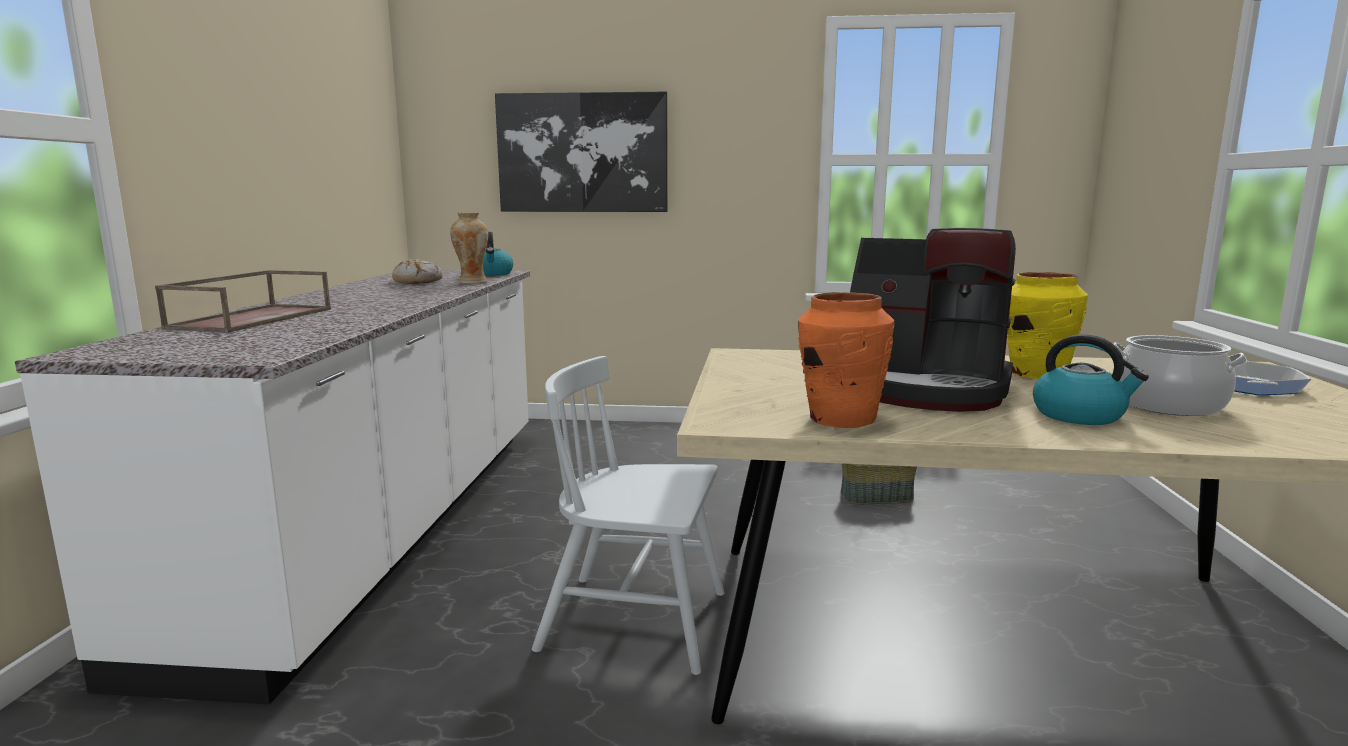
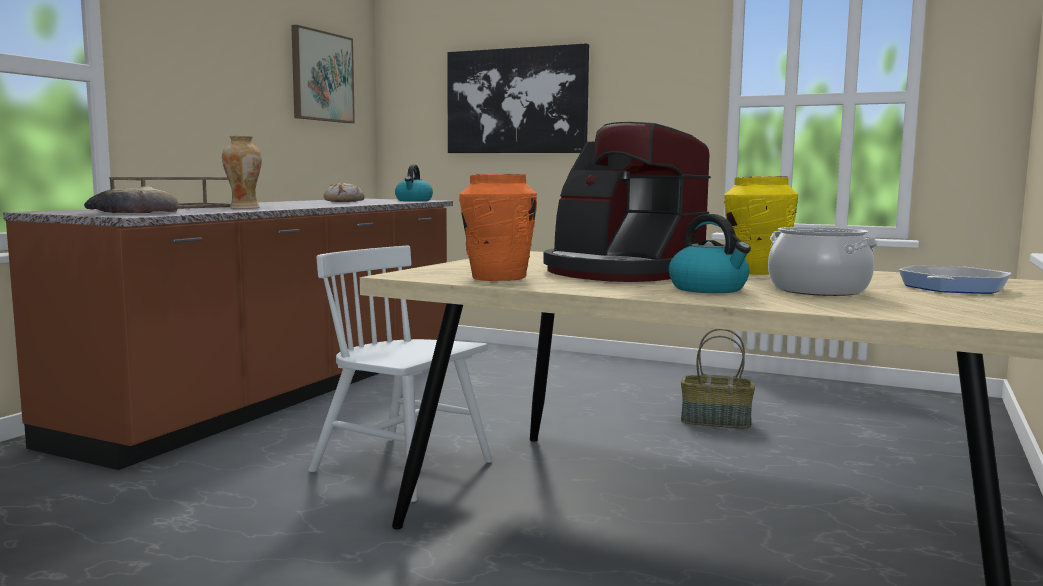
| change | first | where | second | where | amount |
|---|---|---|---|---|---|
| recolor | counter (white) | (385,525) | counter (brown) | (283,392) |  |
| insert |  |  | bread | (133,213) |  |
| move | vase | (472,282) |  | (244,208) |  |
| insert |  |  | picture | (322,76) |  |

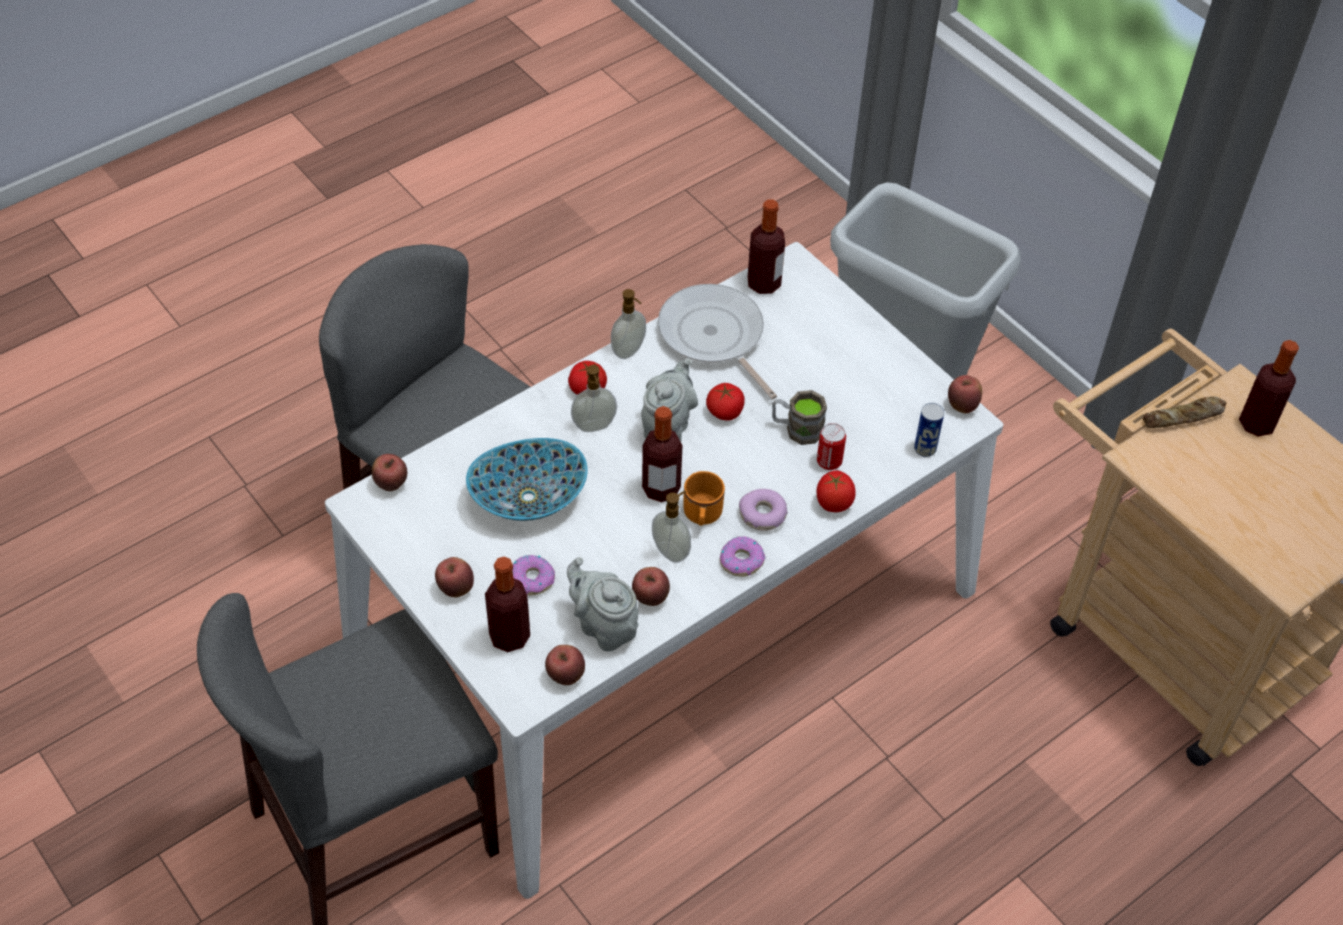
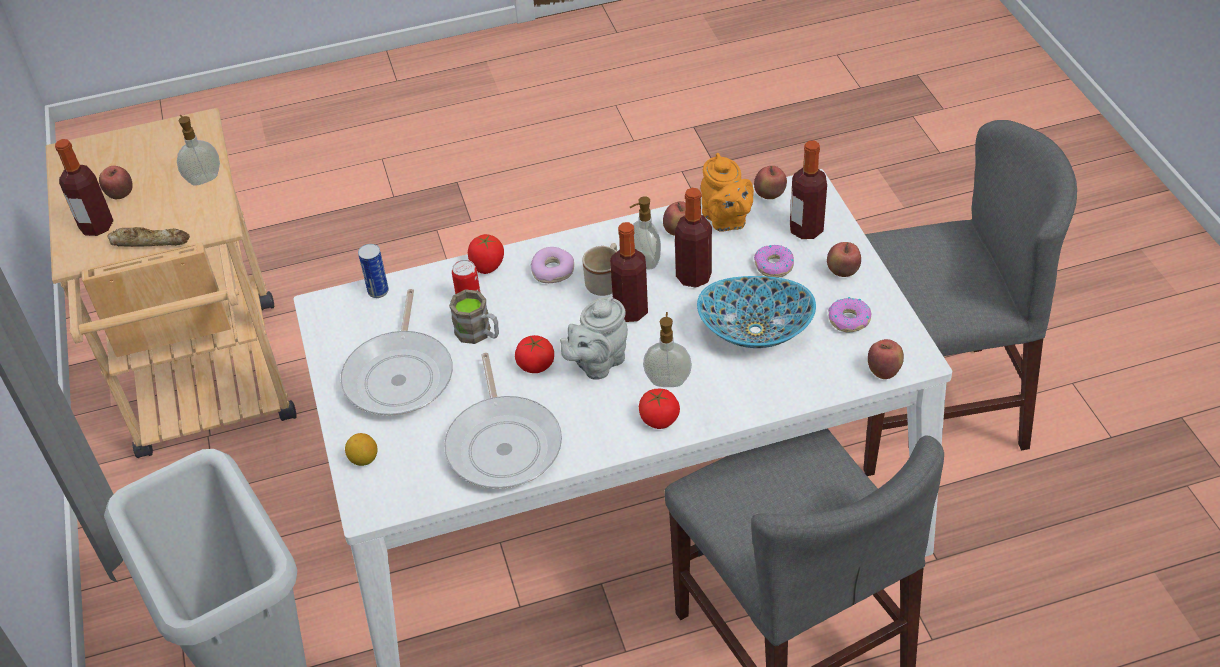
| change | first | where | second | where | amount |
|---|---|---|---|---|---|
| move | apple | (962,406) |  | (121,195) |  |
| move | soap dispenser | (629,351) |  | (203,178) |  |
| insert |  |  | frying pan | (400,375) |  |
| insert |  |  | lemon | (364,459) |  |
| recolor | mug (orange) | (702,516) | mug (beige) | (606,281) |  |
| move | bottle | (764,283) |  | (693,276) |  |
| recolor | teapot (grey) | (604,626) | teapot (orange) | (726,220) |  |
| move | donut | (741,561) |  | (849,320) |  |

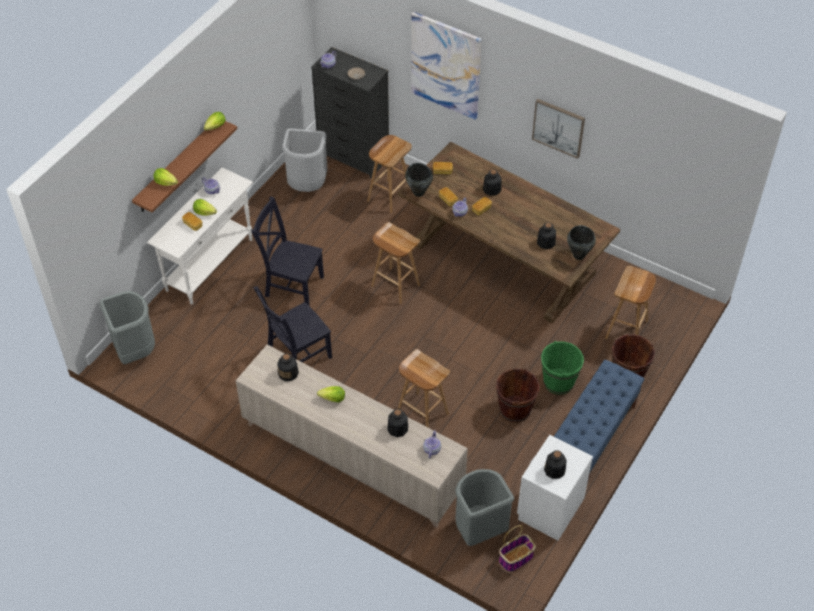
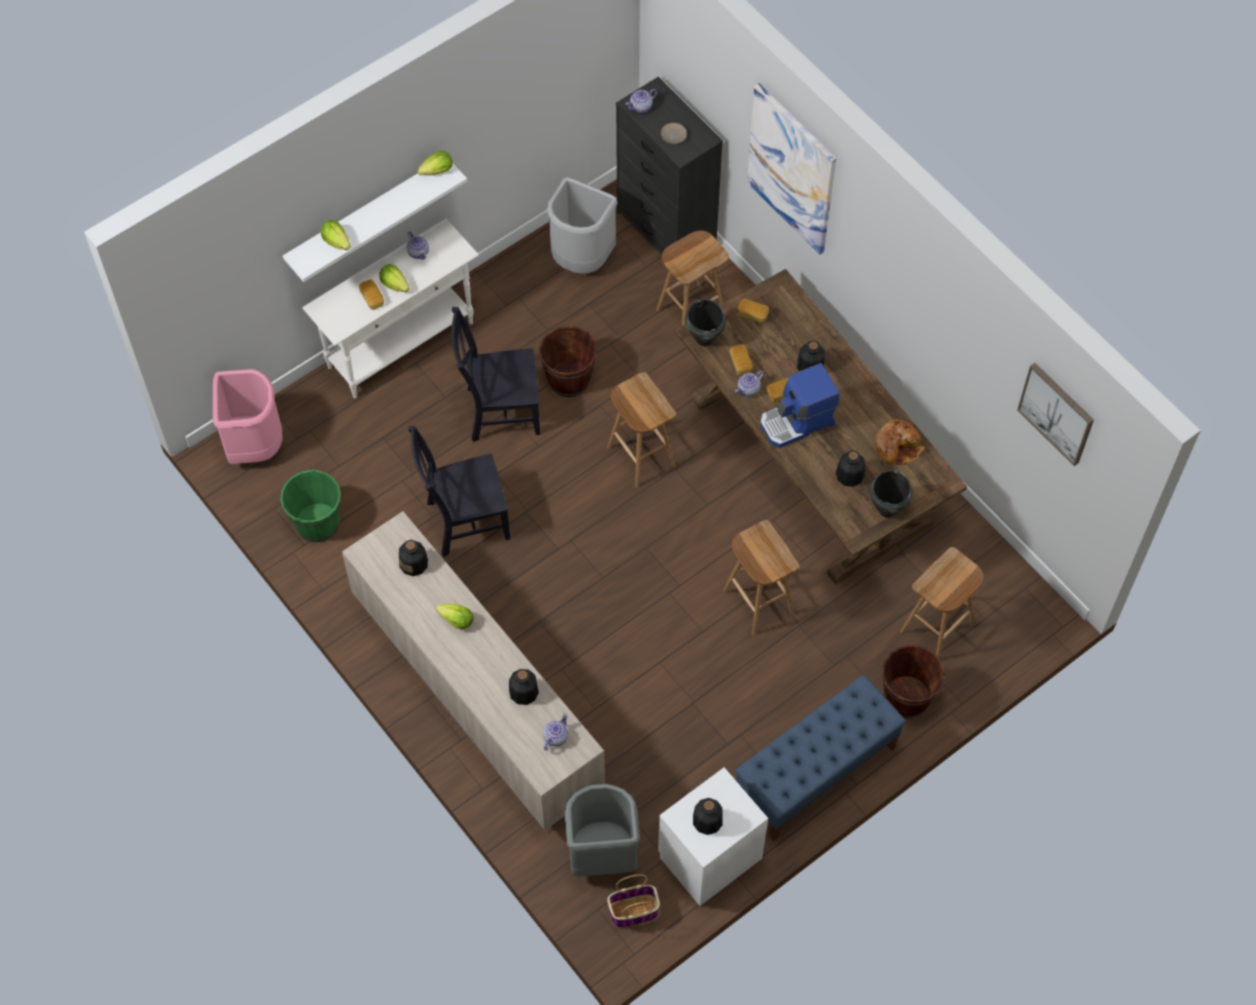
| change | first | where | second | where | amount |
|---|---|---|---|---|---|
| recolor | trash can (grey) | (135,352) | trash can (pink) | (255,447) |  |
| move | bucket (green) | (558,382) |  | (317,523) |  |
| recolor | shelf (brown) | (177,166) | shelf (white) | (367,215) |  |
| rotate | chair (black) | (292,285) |  | (499,411) | 45 degrees counterclockwise |
| move | bucket (brown) | (515,409) |  | (569,379) |  |
| move | stool (brown) | (421,414) |  | (757,601) |  |
| insert |  |  | coffee machine | (797,422) |  |
| insert |  |  | bread | (897,446) |  |
| move | picture | (558,127) |  | (1057,413) |  |

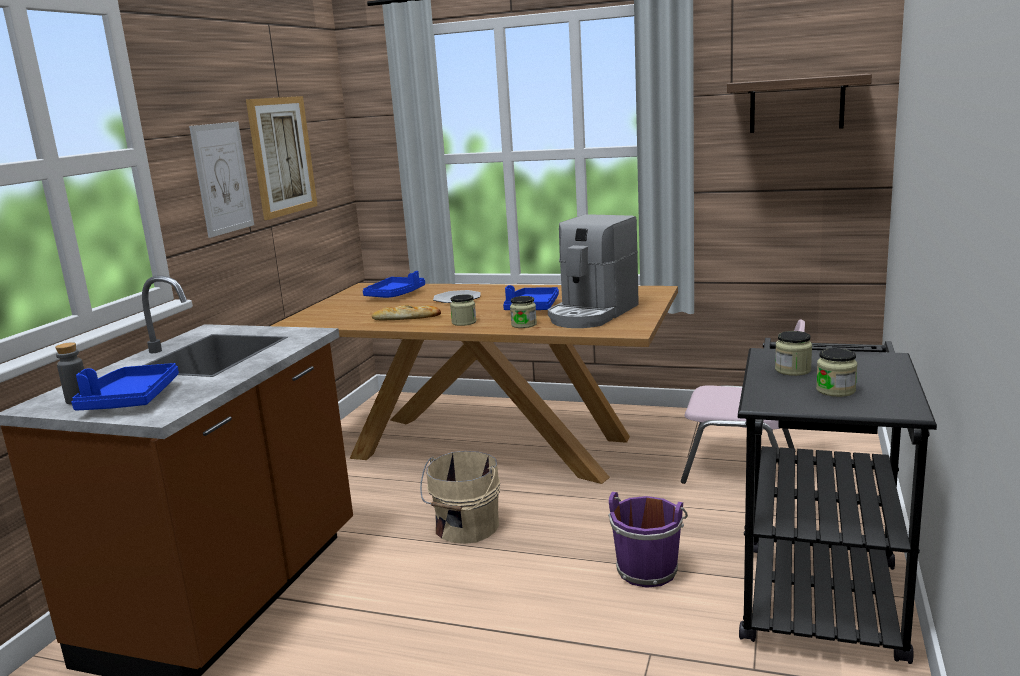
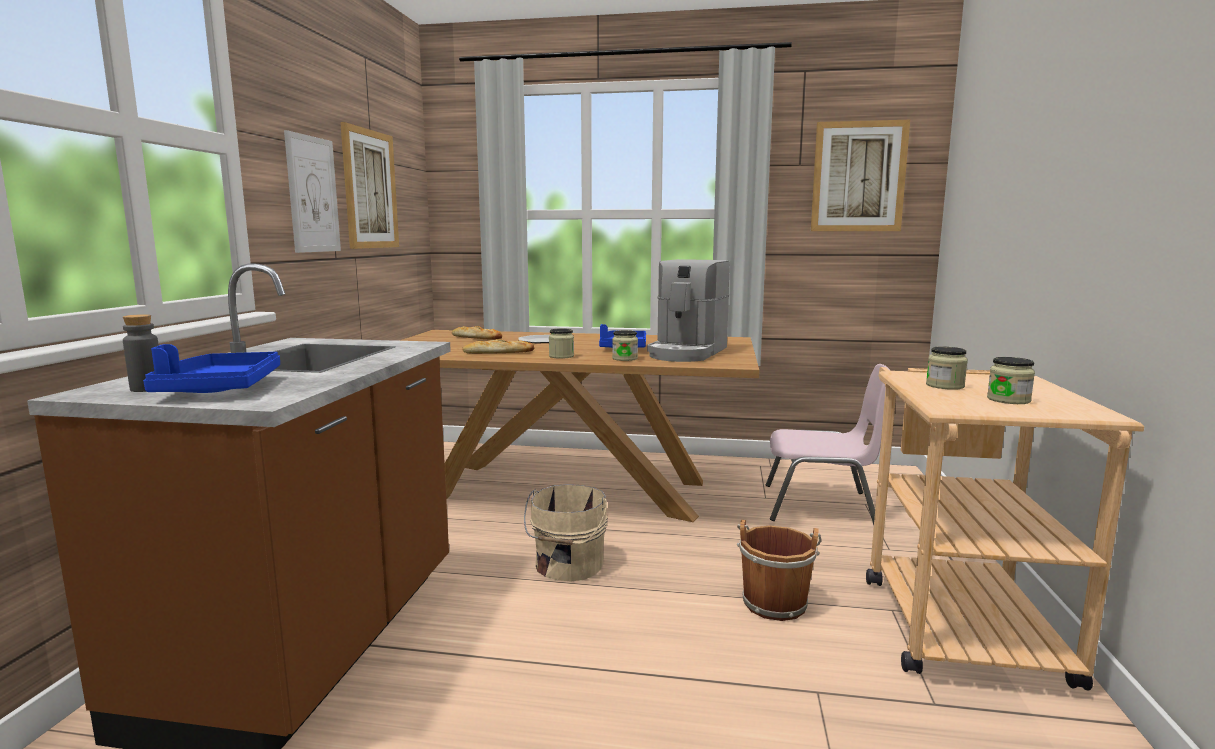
| change | first | where | second | where | amount |
|---|---|---|---|---|---|
| replace | tray (blue) | (395,295) | bread | (476,337) |  |
| recolor | bucket (purple) | (647,569) | bucket (brown) | (774,602) |  |
| replace | shelf | (796,104) | picture | (858,177) |  |
| recolor | cart (black) | (819,589) | cart (beige) | (954,618) |  |

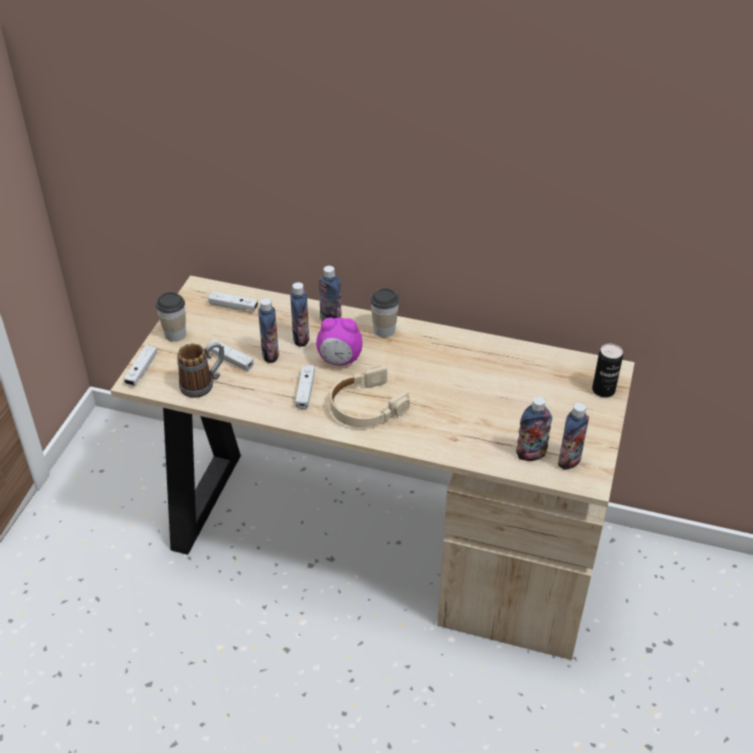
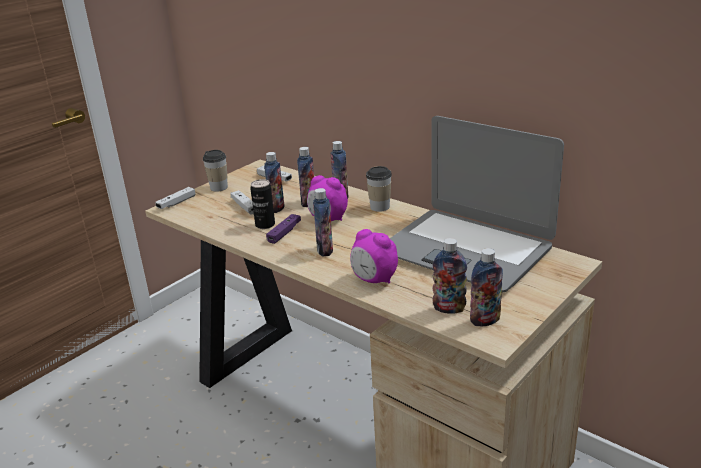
| change | first | where | second | where | amount |
|---|---|---|---|---|---|
| move | can | (603,390) |  | (265,225) |  |
| recolor | game controller (white) | (305,391) | game controller (purple) | (284,233) |  |
| replace | headphones (beige) | (366,406) | bottle | (325,250) |  |
| insert |  |  | alarm clock | (374,280) |  |
| insert |  |  | laptop | (466,250) |  |
| delete | mug | (203,384) |  |  |  |

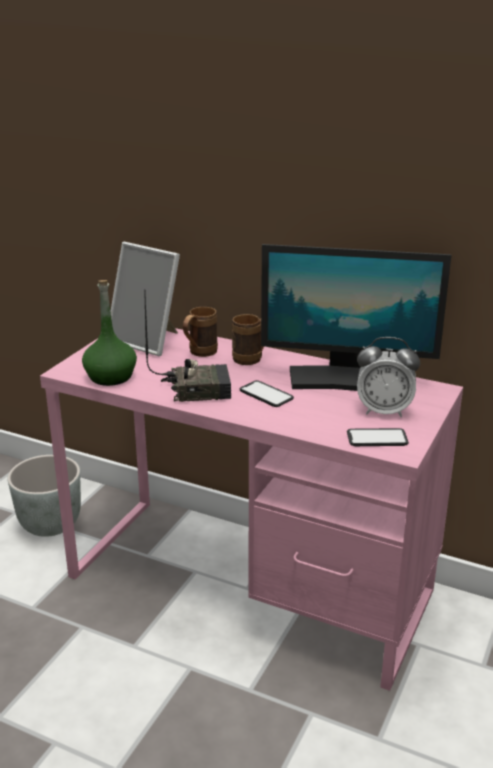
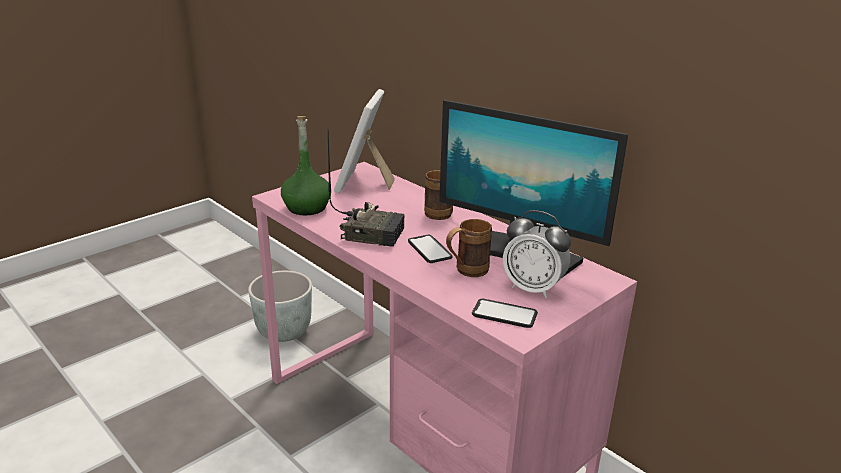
| change | first | where | second | where | amount |
|---|---|---|---|---|---|
| rotate | picture frame | (148,341) |  | (364,183) | 45 degrees clockwise |
| move | mug (brown) | (199,353) |  | (466,271) |  |

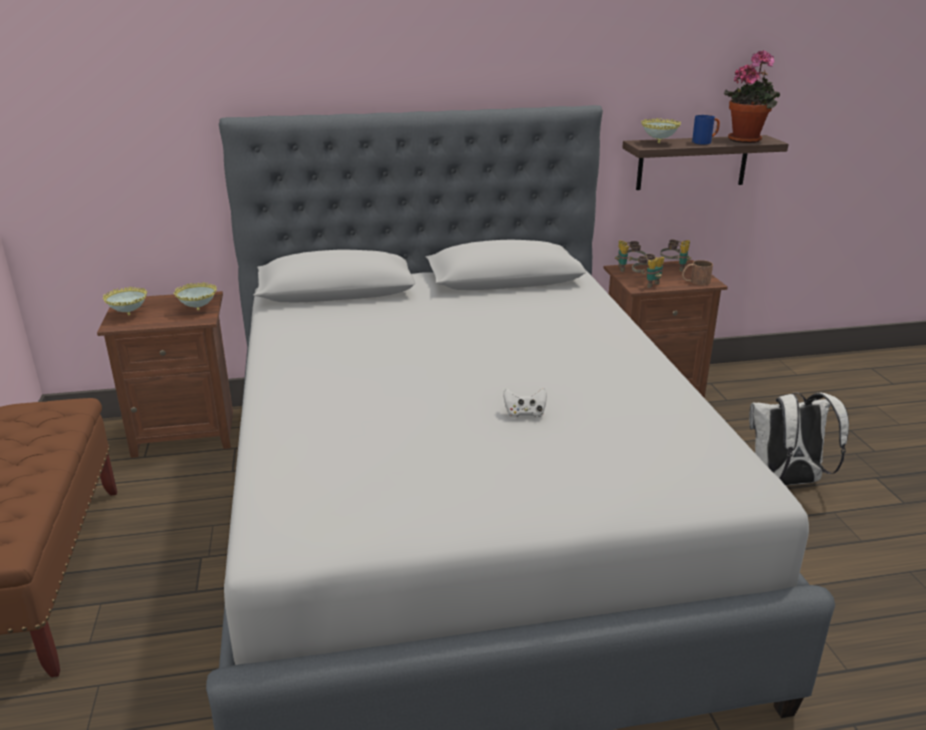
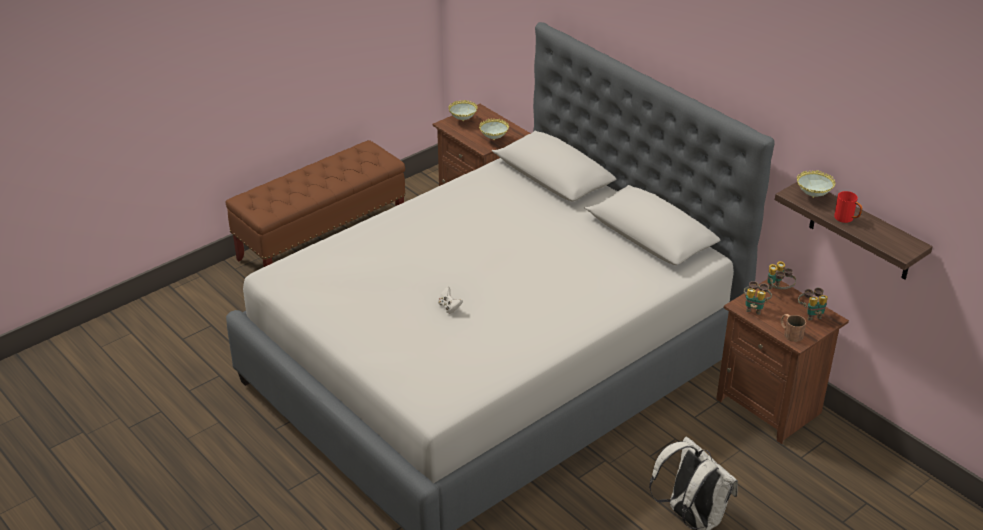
| change | first | where | second | where | amount |
|---|---|---|---|---|---|
| recolor | mug (blue) | (705,142) | mug (red) | (847,219) |  |
| delete | potted plant | (747,139) |  |  |  |

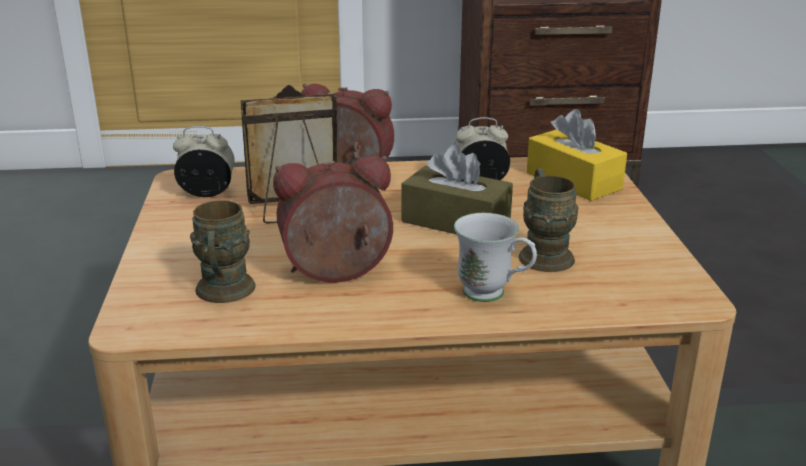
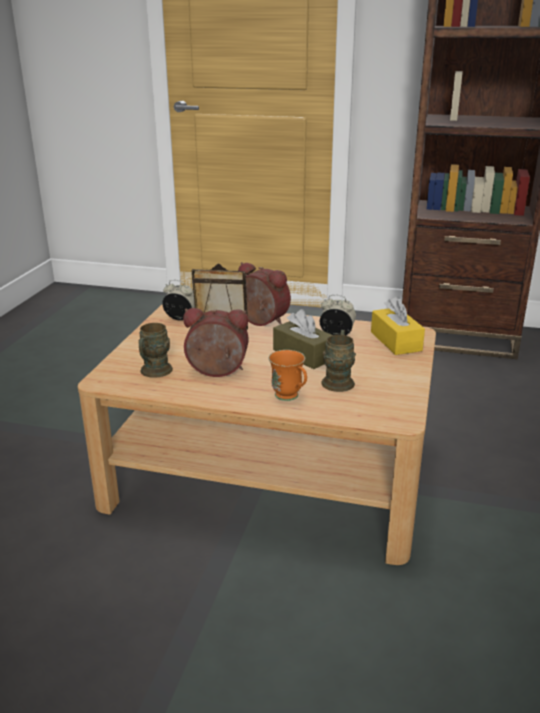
| change | first | where | second | where | amount |
|---|---|---|---|---|---|
| recolor | mug (white) | (493,295) | mug (orange) | (290,398) |  |

